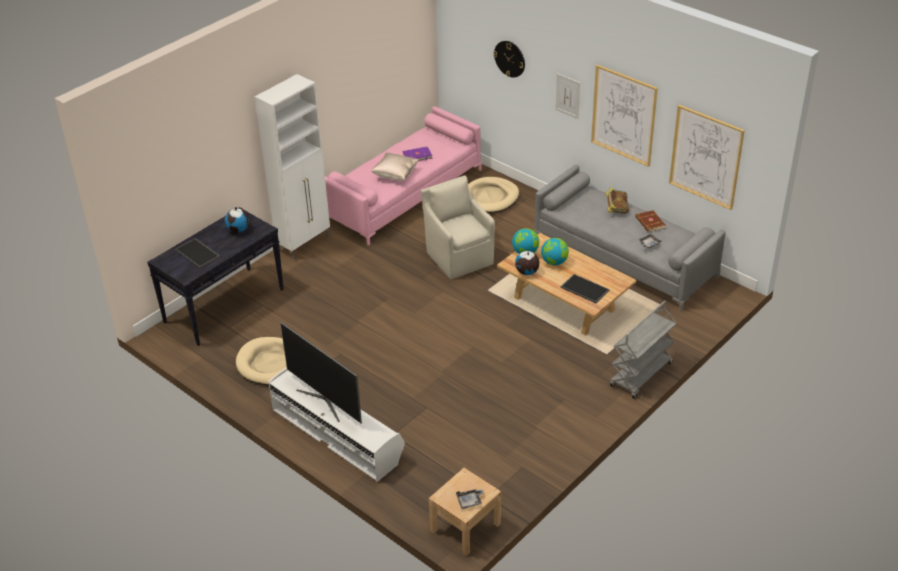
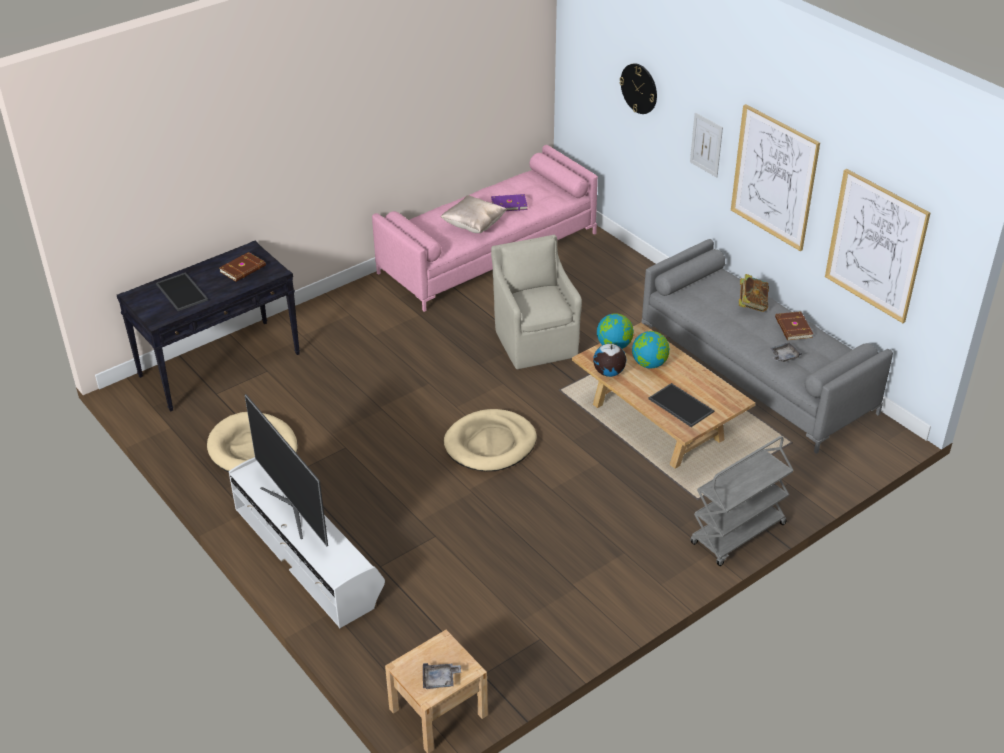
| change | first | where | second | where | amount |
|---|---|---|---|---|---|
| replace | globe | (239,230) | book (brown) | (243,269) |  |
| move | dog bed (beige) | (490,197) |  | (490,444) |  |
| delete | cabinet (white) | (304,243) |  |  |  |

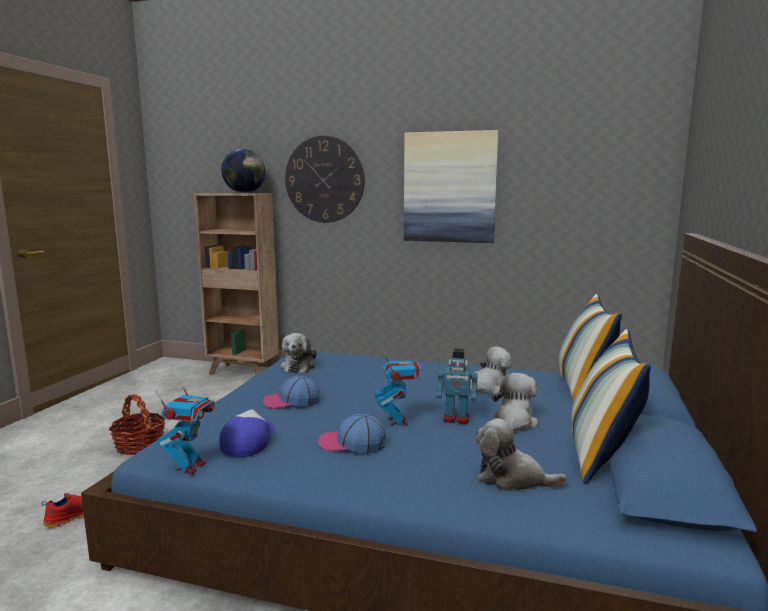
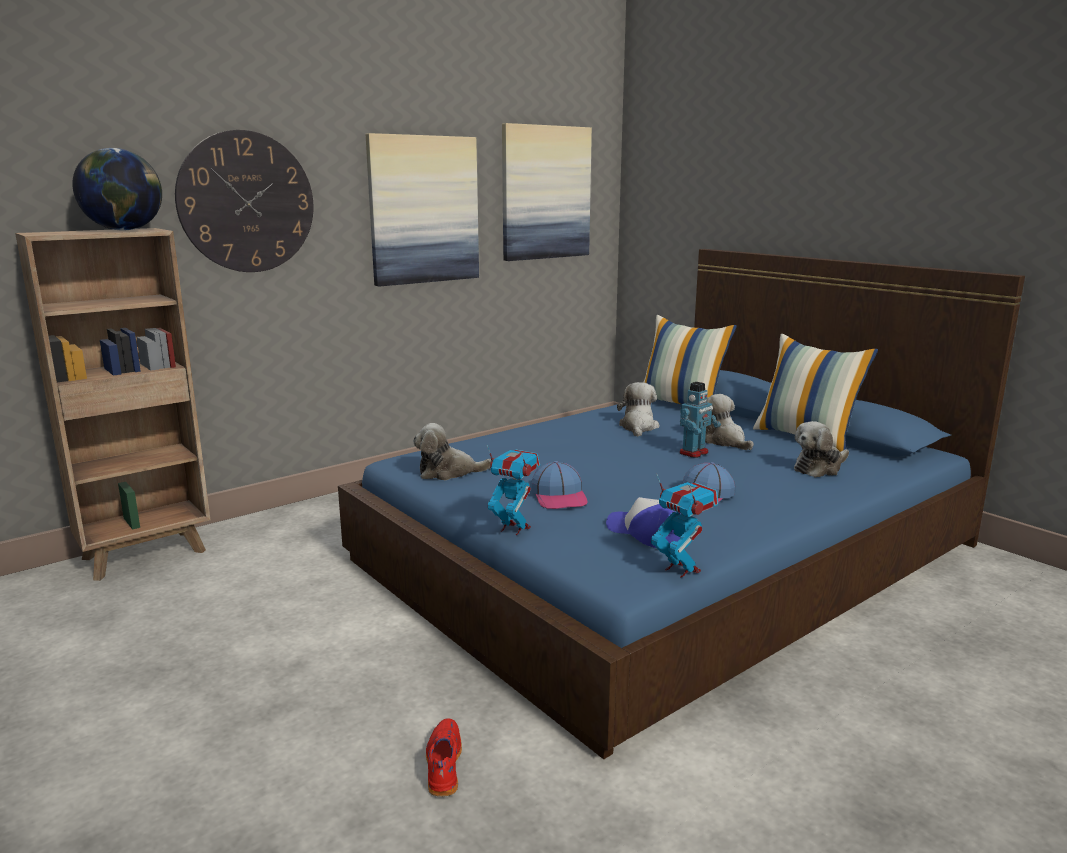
| change | first | where | second | where | amount |
|---|---|---|---|---|---|
| rotate | plush toy | (298,366) |  | (448,472) | 135 degrees clockwise |
| move | toy robot | (398,421) |  | (514,528) |  |
| insert |  |  | picture | (545,193) |  |
| rotate | cap | (291,401) |  | (559,497) | 45 degrees counterclockwise |
| delete | basket | (139,445) |  |  |  |

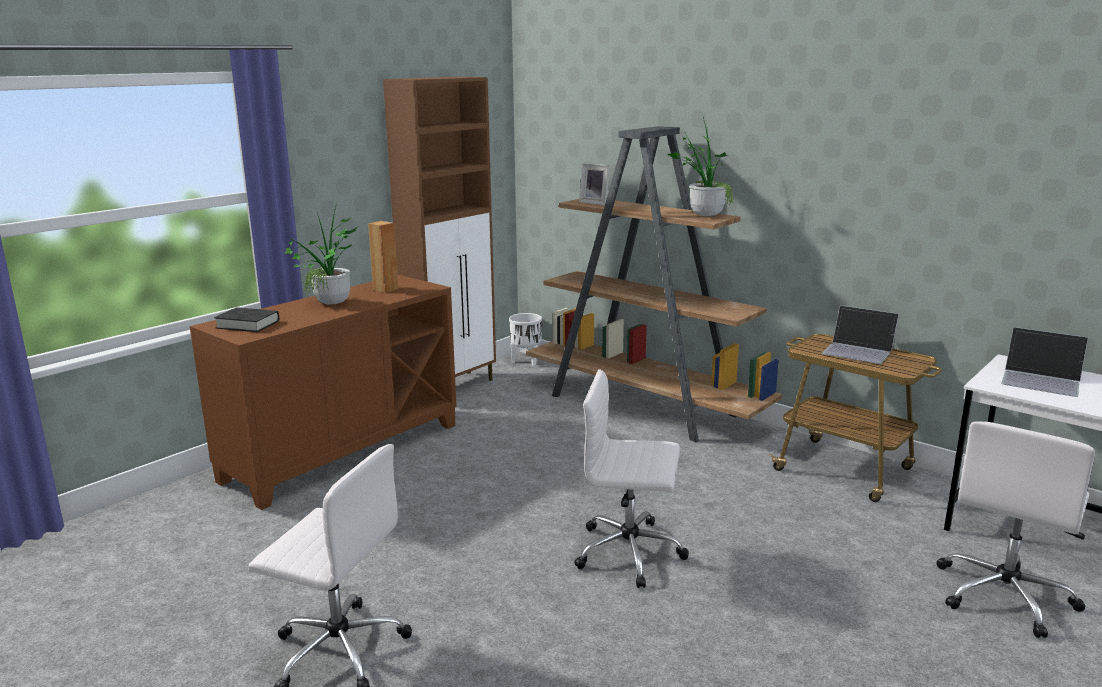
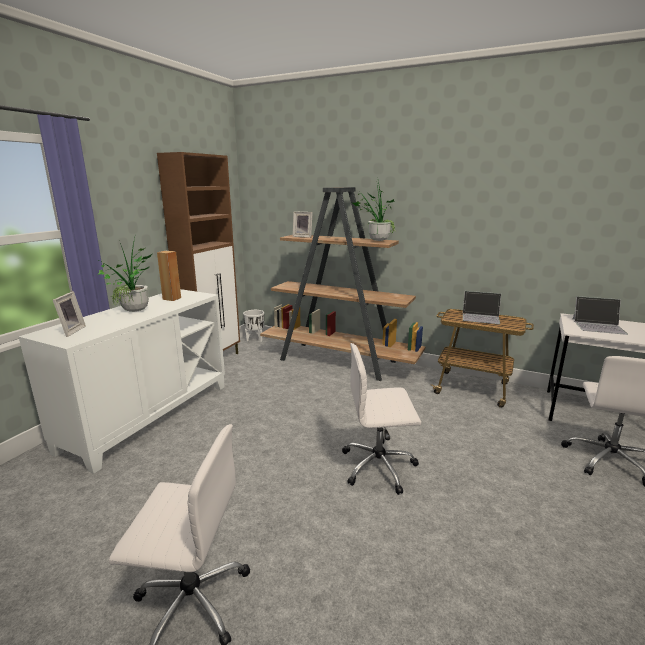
| change | first | where | second | where | amount |
|---|---|---|---|---|---|
| recolor | cabinet (brown) | (343,452) | cabinet (white) | (149,416) |  |
| replace | book (black) | (248,324) | picture frame | (70,331) |  |

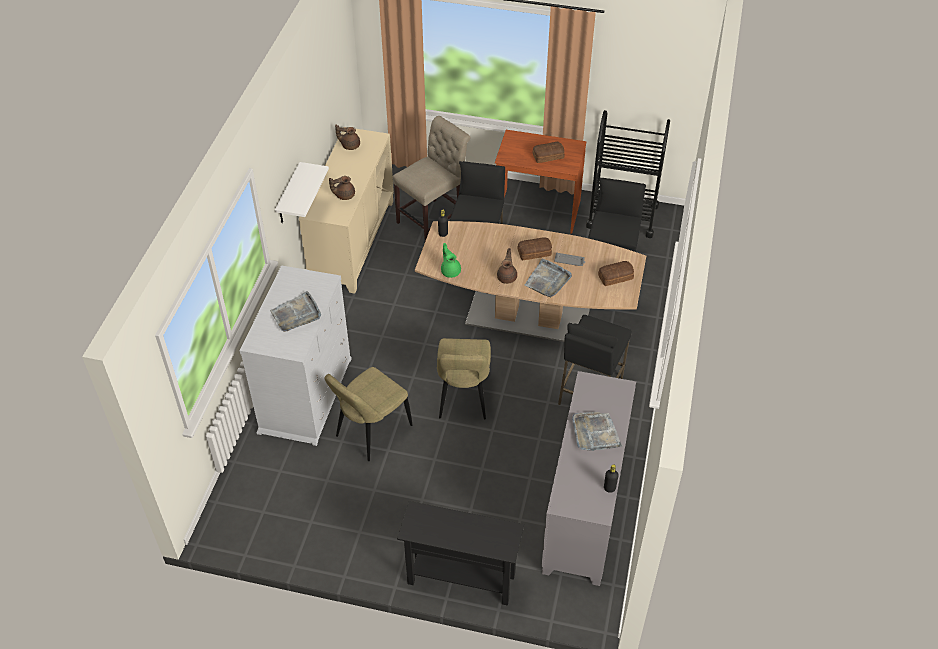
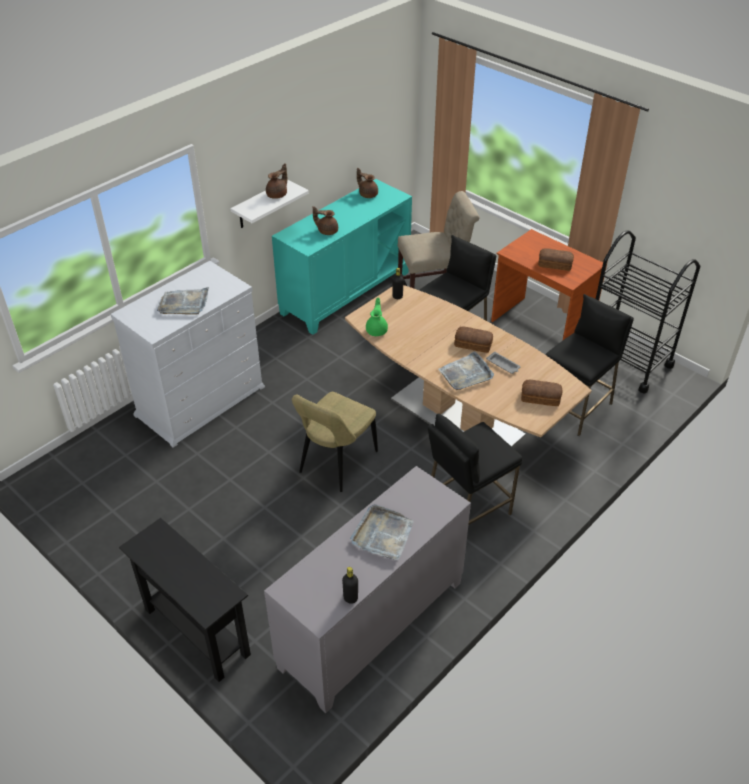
| change | first | where | second | where | amount |
|---|---|---|---|---|---|
| move | teapot (brown) | (507,277) |  | (278,194) |  |
| recolor | cabinet (beige) | (352,242) | cabinet (turquoise) | (345,292) |  |
| delete | chair (beige) | (371,432) |  |  |  |

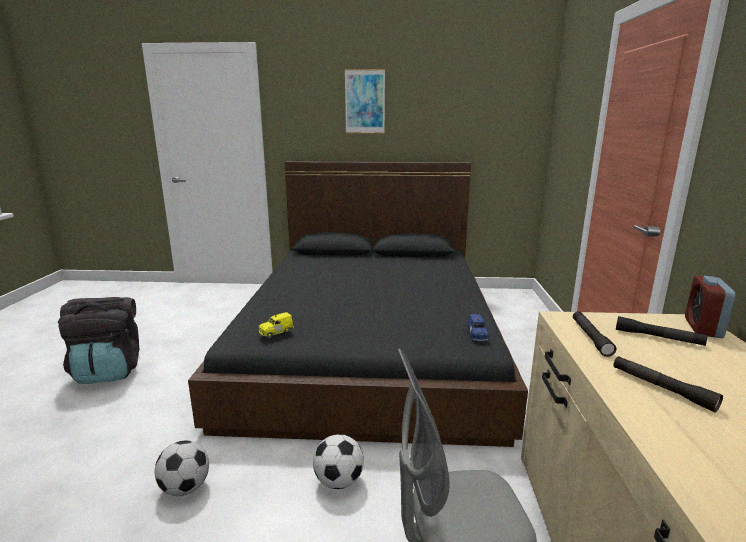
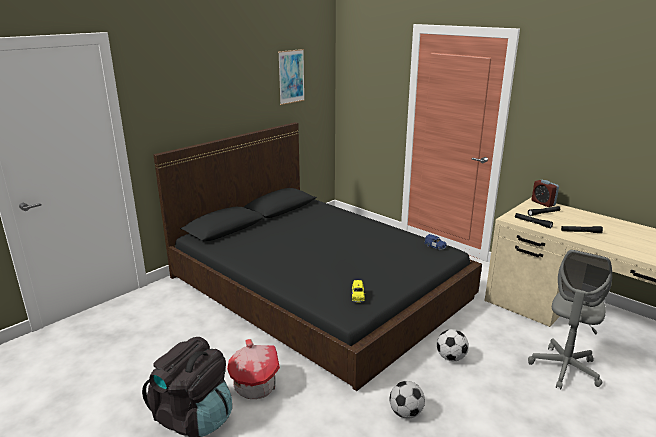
| change | first | where | second | where | amount |
|---|---|---|---|---|---|
| insert |  |  | toy house | (255,385) |  |
| move | picture | (365,101) |  | (291,76) |  |

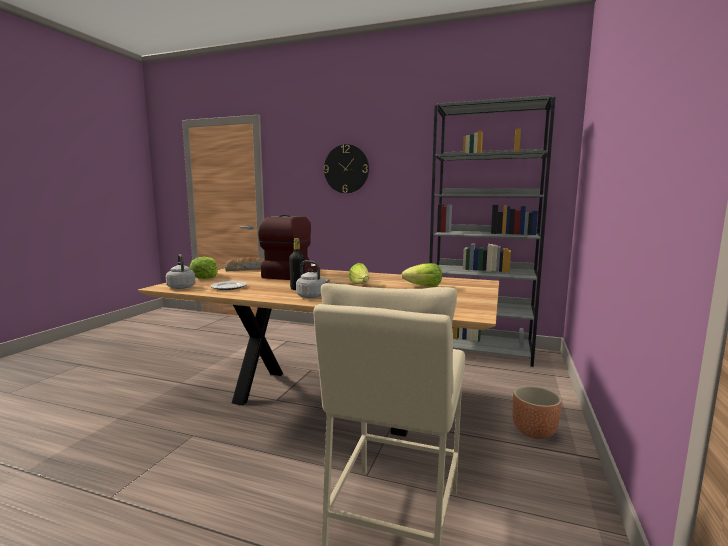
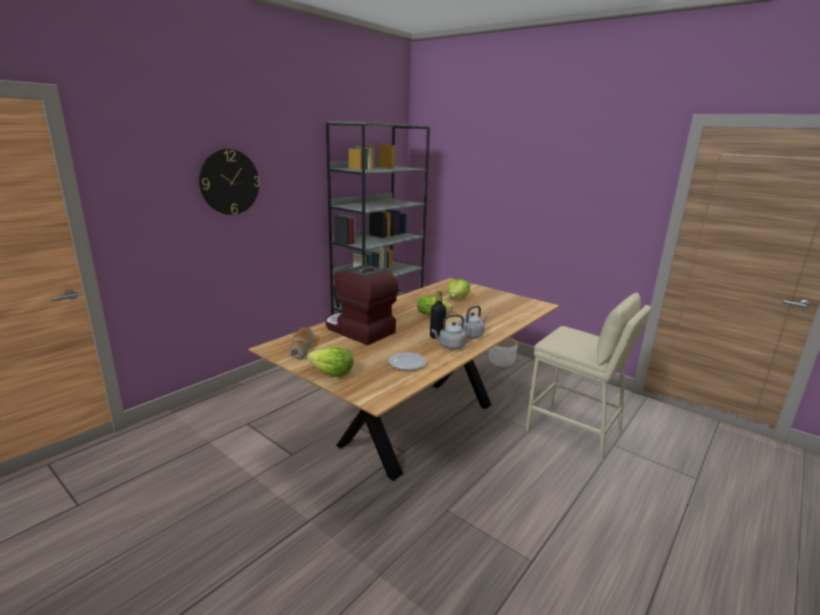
| change | first | where | second | where | amount |
|---|---|---|---|---|---|
| move | kettle (grey) | (181,287) |  | (450,346) |  |
| recolor | planter (brown) | (534,431) | planter (white) | (501,363) |  |

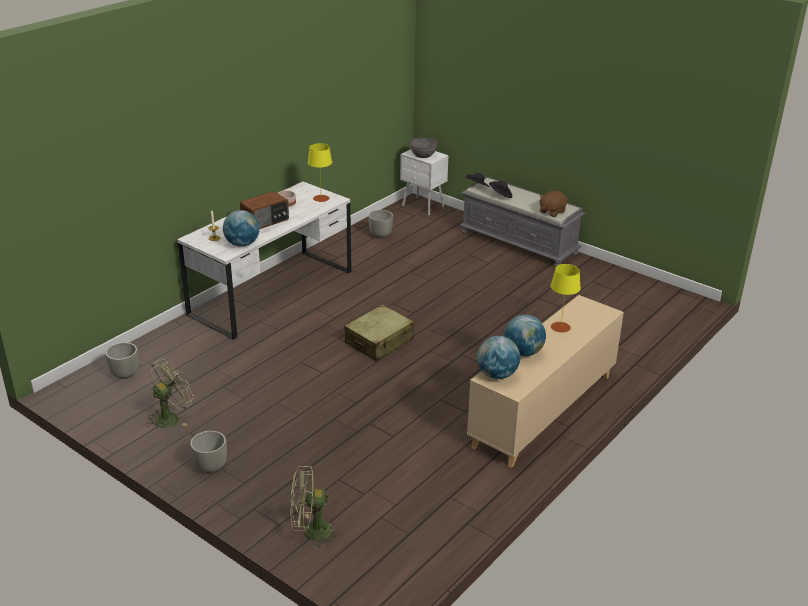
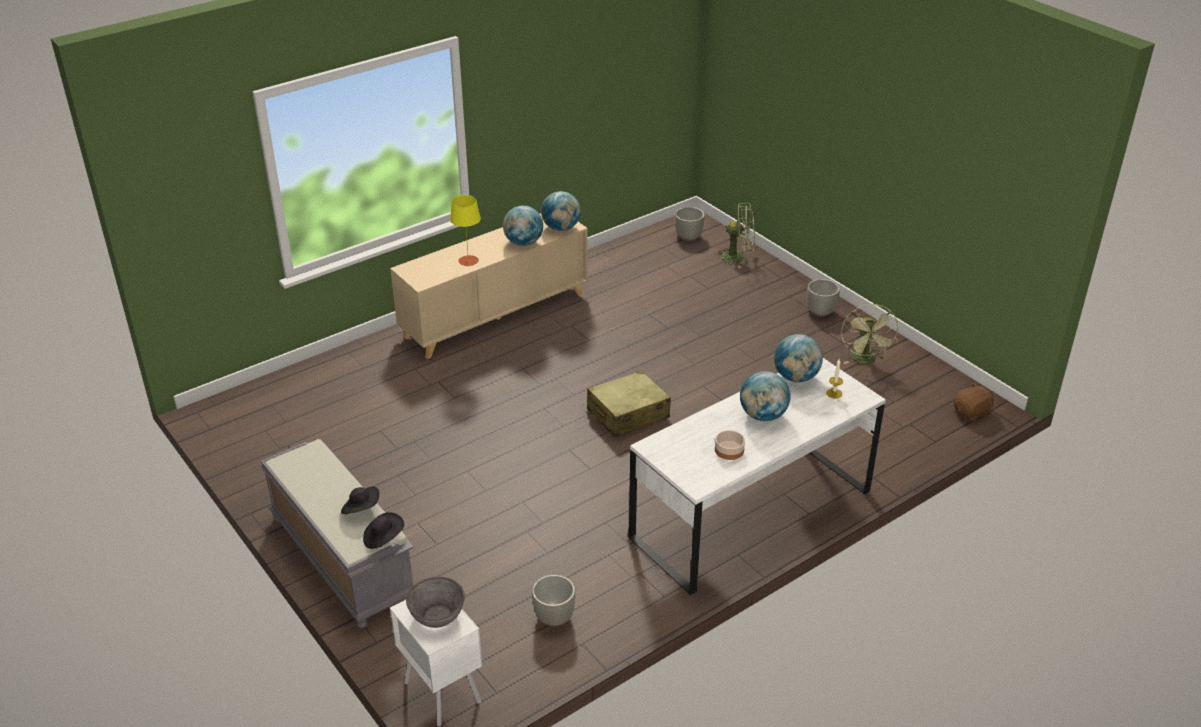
| change | first | where | second | where | amount |
|---|---|---|---|---|---|
| move | planter (grey) | (125,374) |  | (688,237) |  |
| replace | radio | (265,221) | globe | (763,415) |  |
| rotate | fan (green) | (171,417) |  | (865,361) | 60 degrees counterclockwise |
| move | plush toy (brown) | (552,212) |  | (972,413) |  |
| delete | table lamp (yellow) | (321,198) |  |  |  |

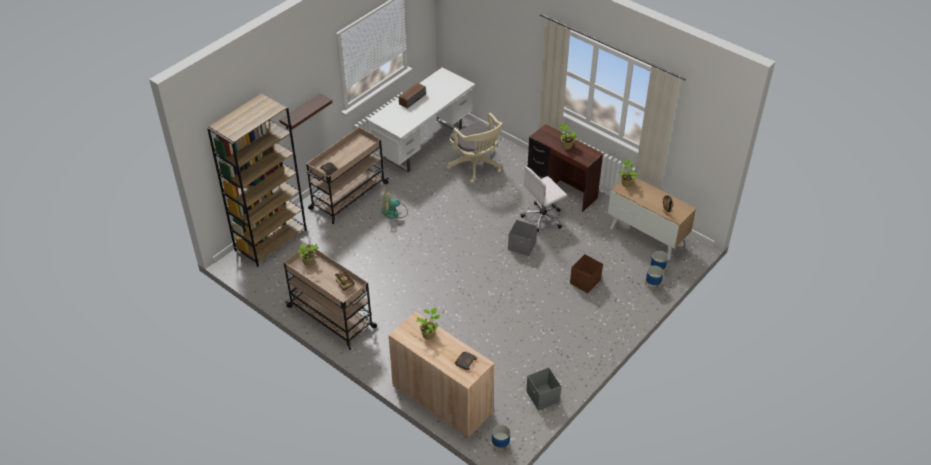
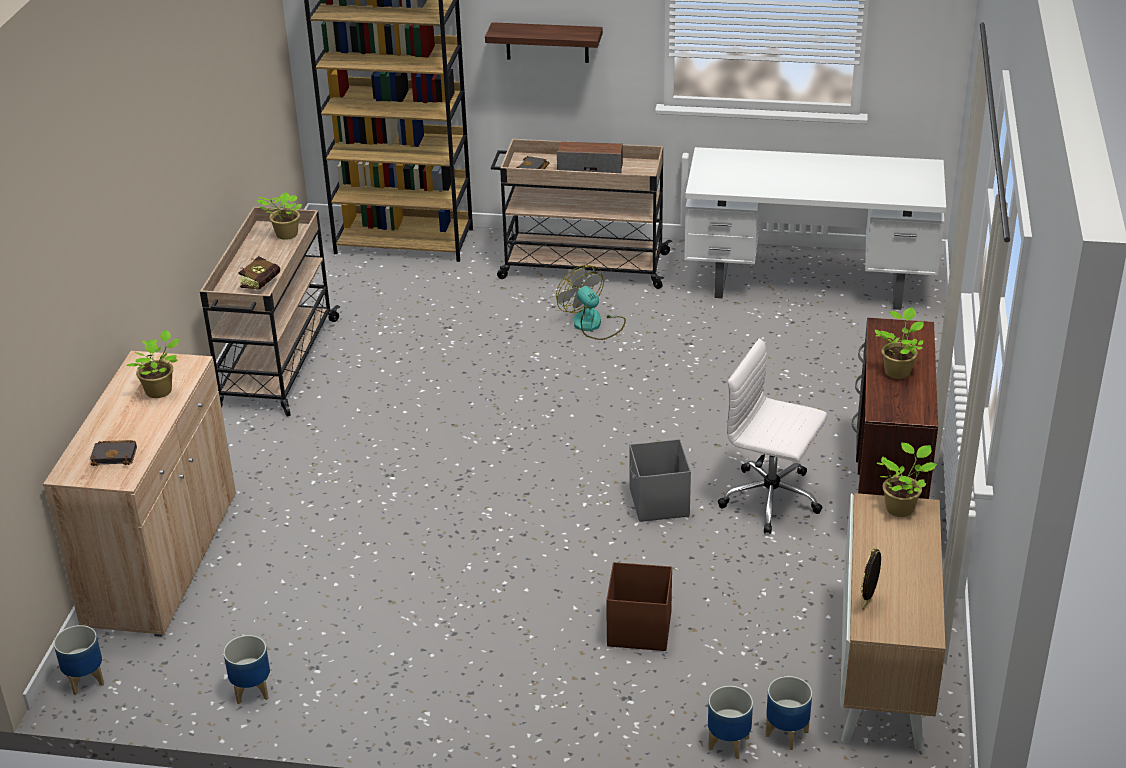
| change | first | where | second | where | amount |
|---|---|---|---|---|---|
| replace | storage box (grey) | (542,397) | planter | (252,691) |  |
| move | speaker | (412,99) |  | (590,167) |  |
| delete | office chair (beige) | (476,166) |  |  |  |

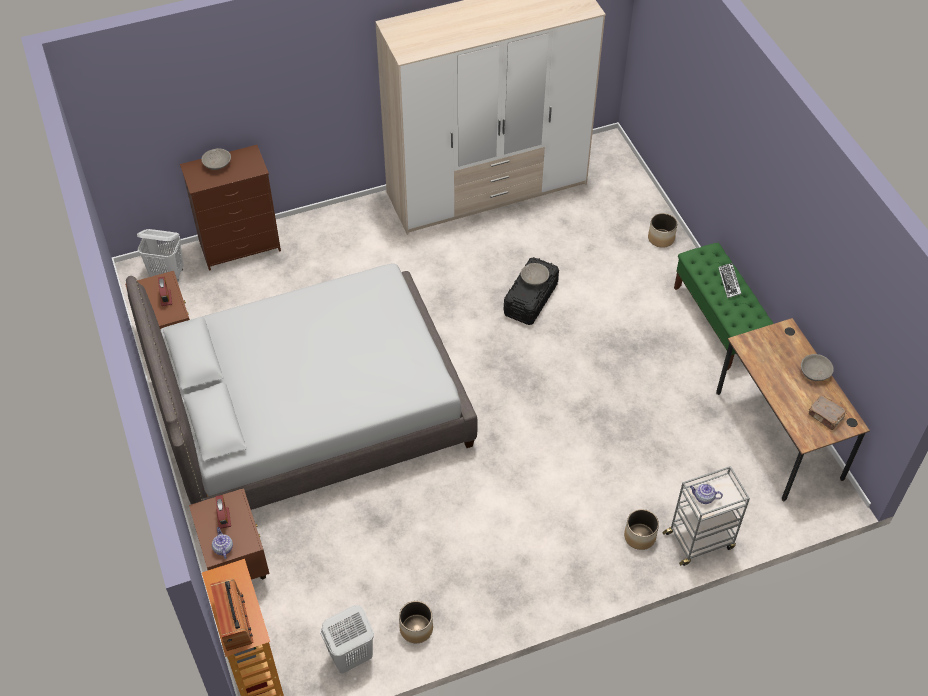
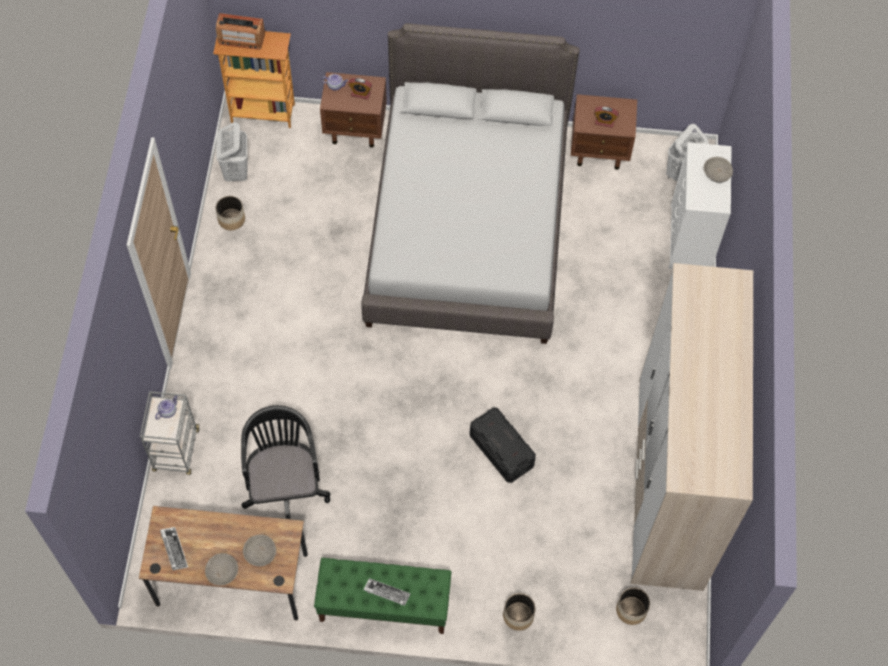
| change | first | where | second | where | amount |
|---|---|---|---|---|---|
| replace | book (brown) | (825,416) | keyboard | (174,549) |  |
| insert |  |  | office chair (black) | (285,486) |  |
| move | bowl (grey) | (534,279) |  | (260,553) |  |
| move | planter | (640,536) |  | (631,610) |  |
| recolor | dresser (brown) | (240,246) | dresser (white) | (690,239) |  |

